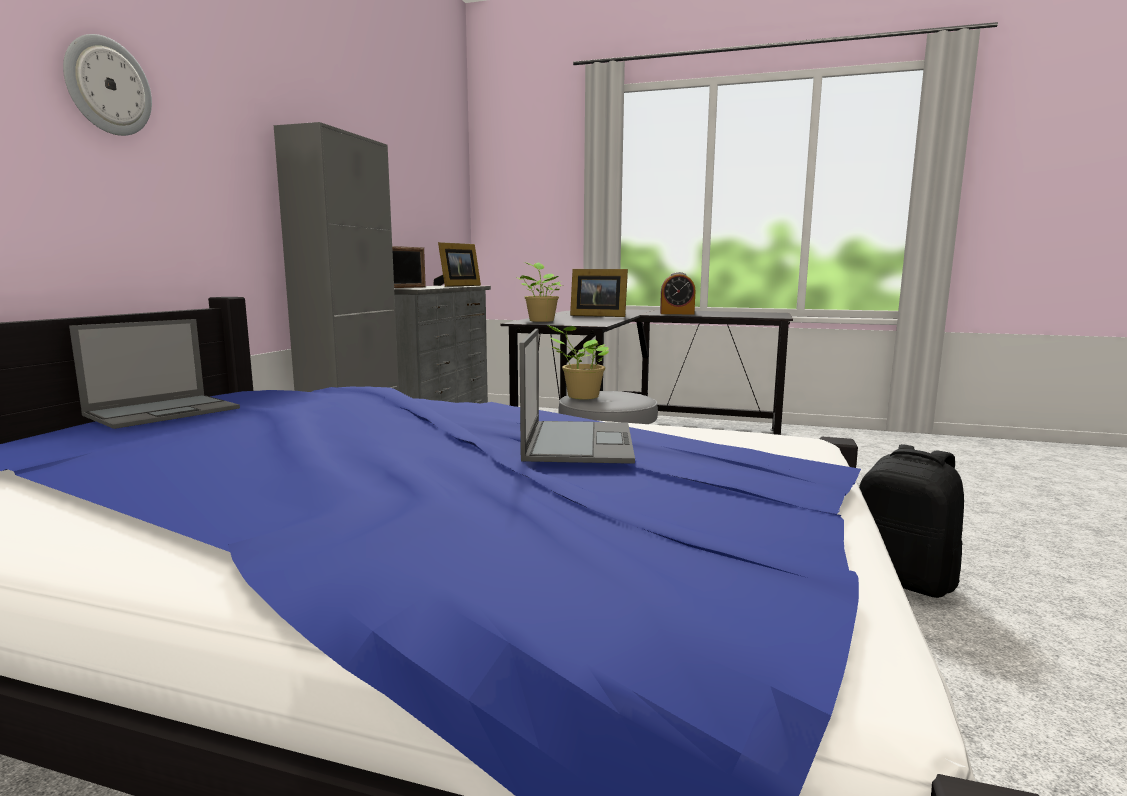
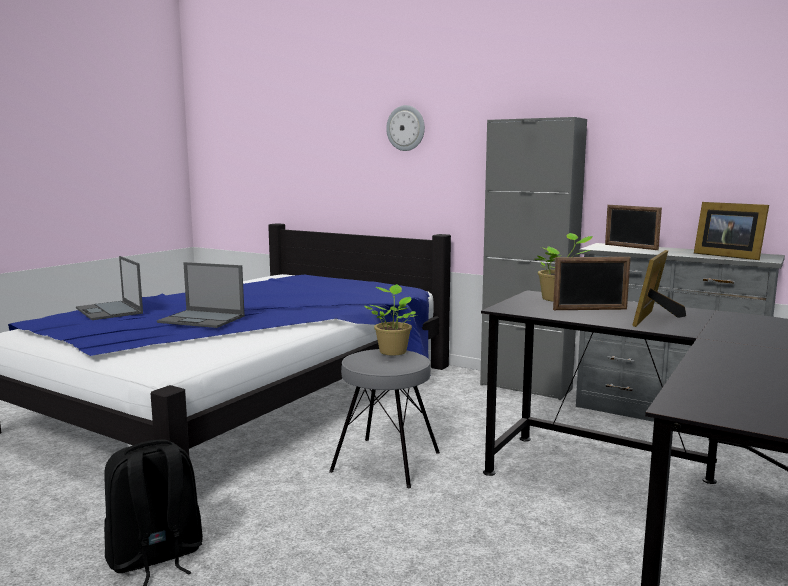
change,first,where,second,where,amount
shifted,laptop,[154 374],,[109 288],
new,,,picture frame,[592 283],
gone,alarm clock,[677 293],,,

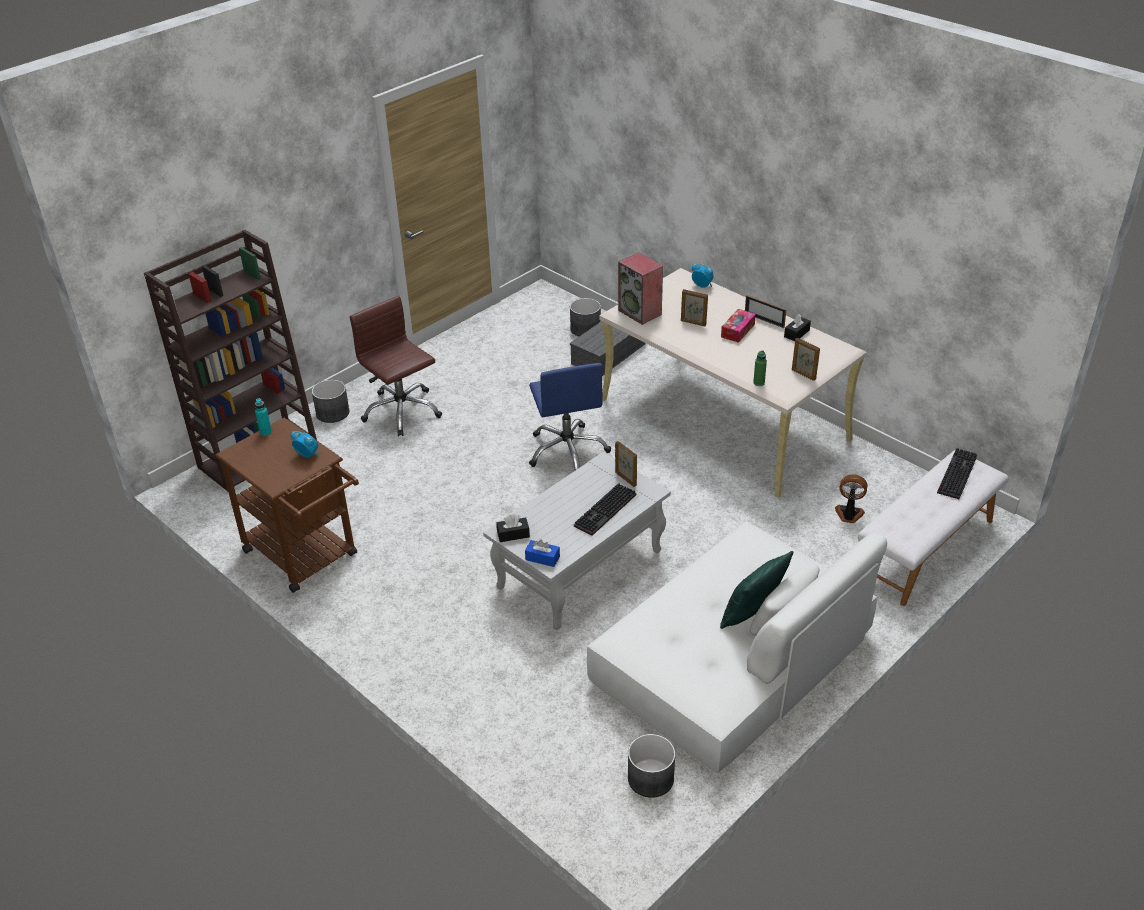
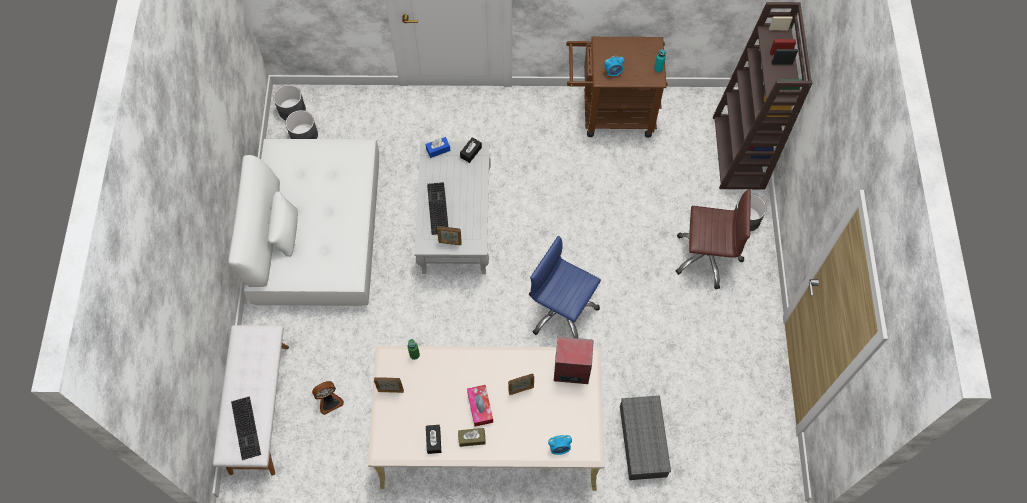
change,first,where,second,where,amount
shifted,planter (grey),[585 317],,[289 102],
swapped,picture frame,[765 311],tissue box (brown),[472 437],
gone,pillow (green),[757 590],,,

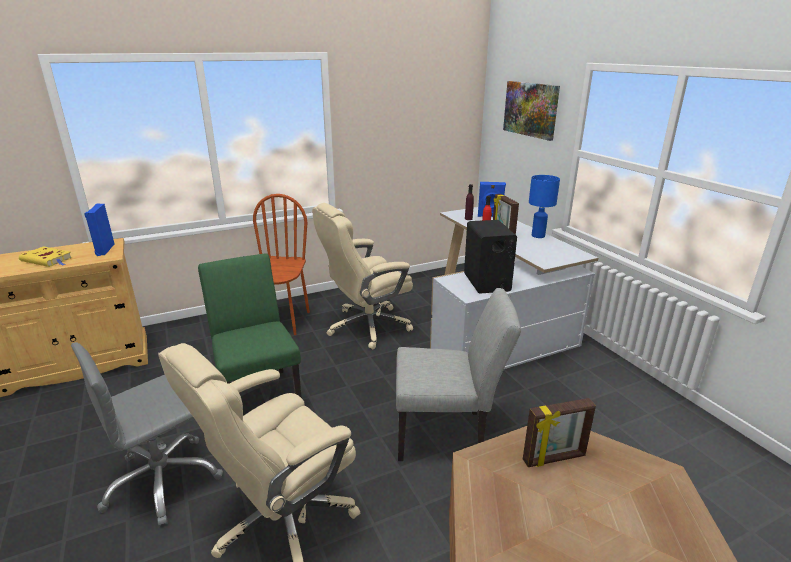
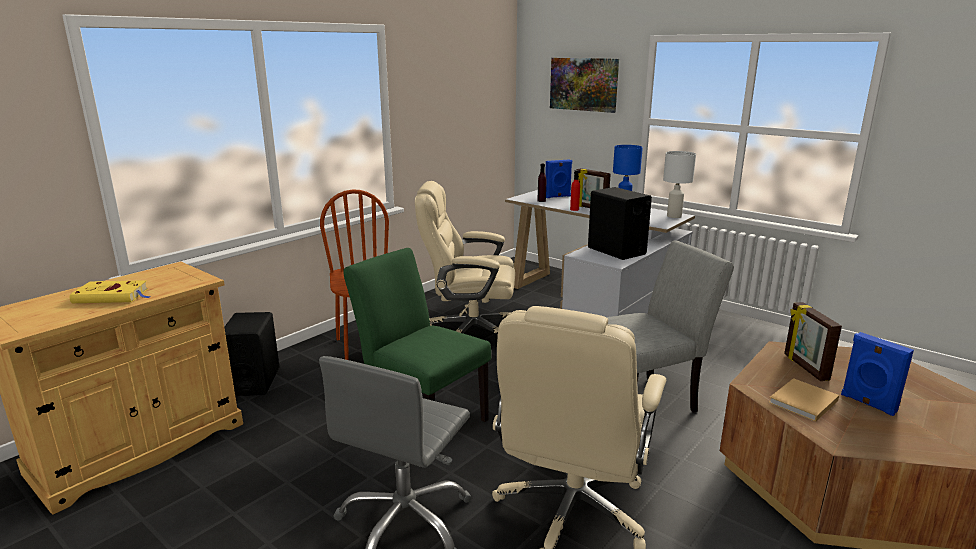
change,first,where,second,where,amount
new,,,speaker (black),[252 354],
rotated,office chair (beige),[362 276],,[465 258],60 degrees clockwise
new,,,table lamp (white),[679 184],
new,,,book (beige),[804 400],
rotated,picture frame,[559 432],,[813 341],120 degrees clockwise
shifted,speaker (blue),[99 229],,[877 374],

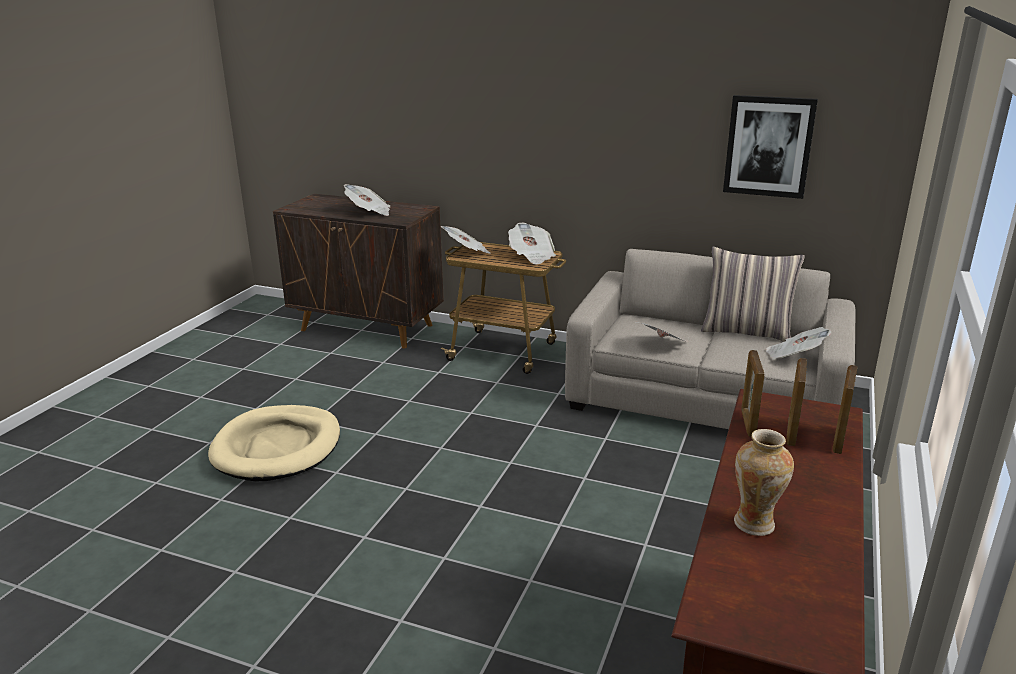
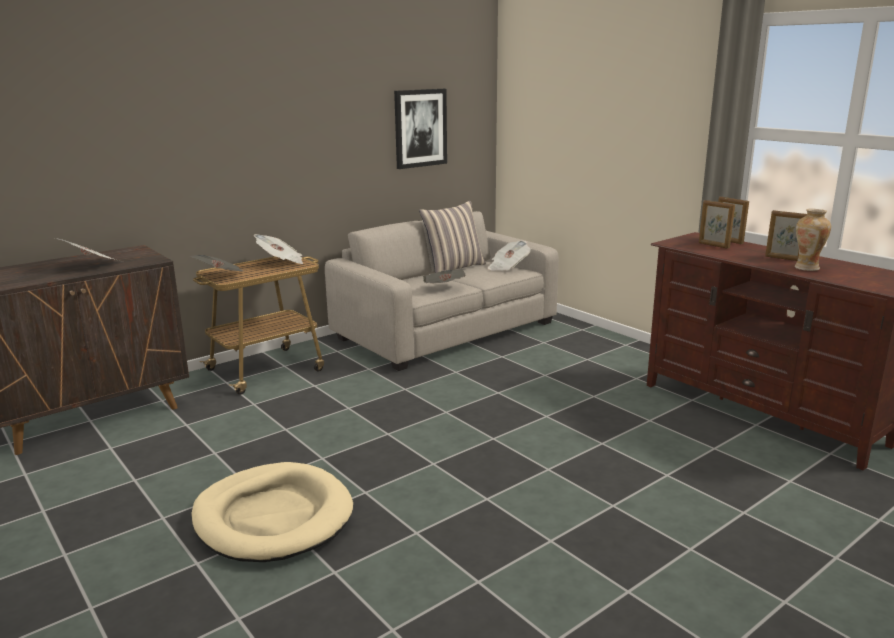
change,first,where,second,where,amount
shifted,picture frame,[752 393],,[786 235],

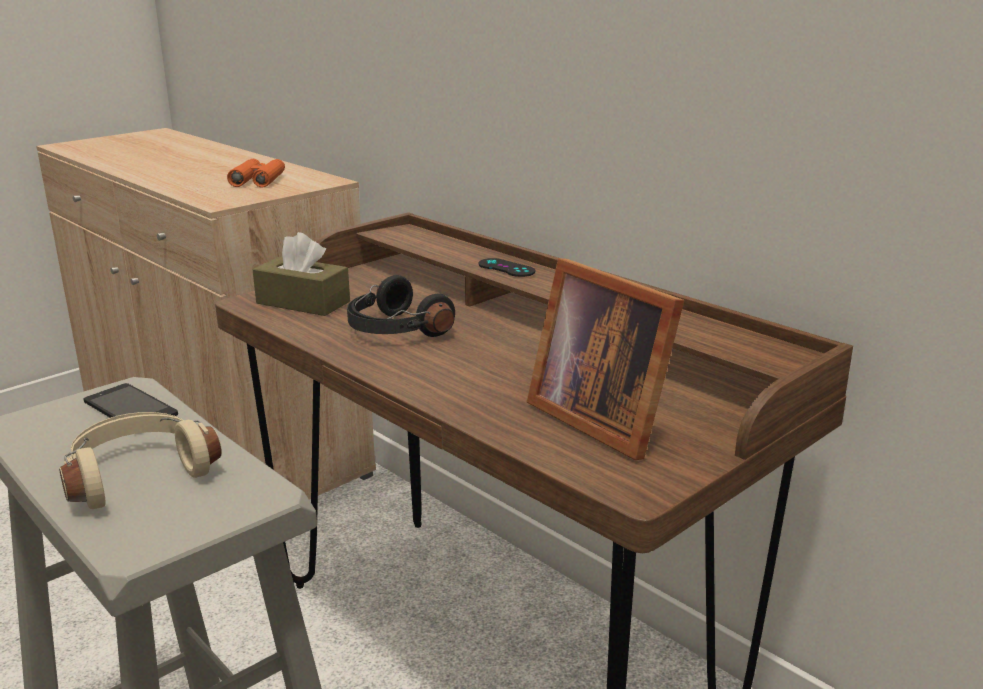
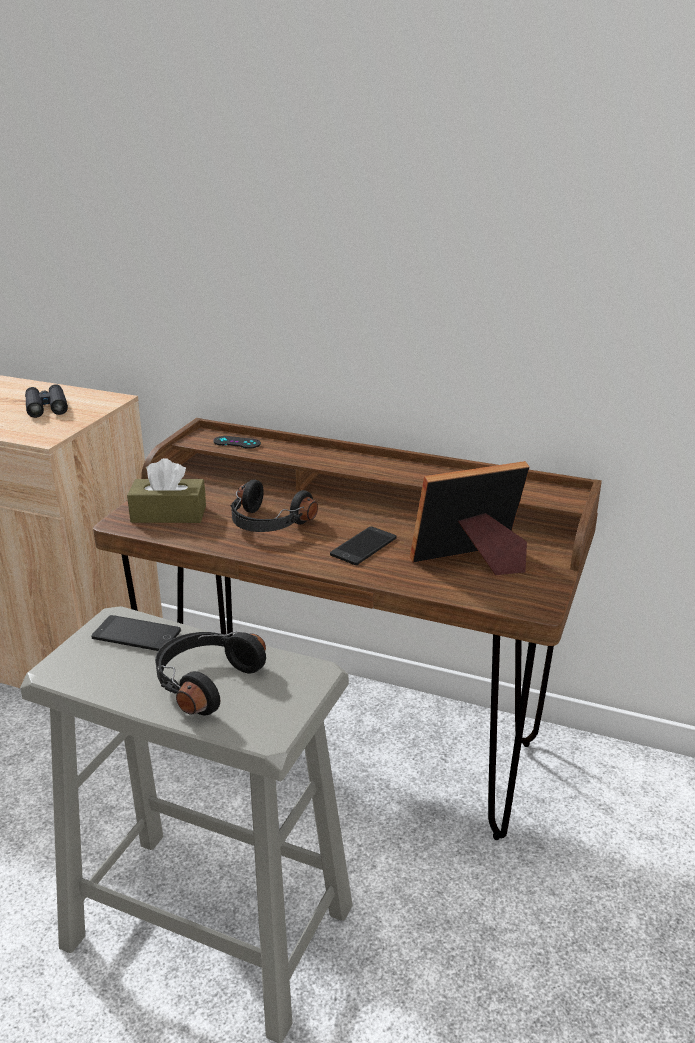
change,first,where,second,where,amount
repainted,binoculars (orange),[256 173],binoculars (black),[46 401],
repainted,headphones (beige),[140 460],headphones (black),[210 673],
shifted,game controller (black),[507 267],,[237 442],
new,,,phone,[363 545],
rotated,picture frame,[605 359],,[469 518],135 degrees clockwise

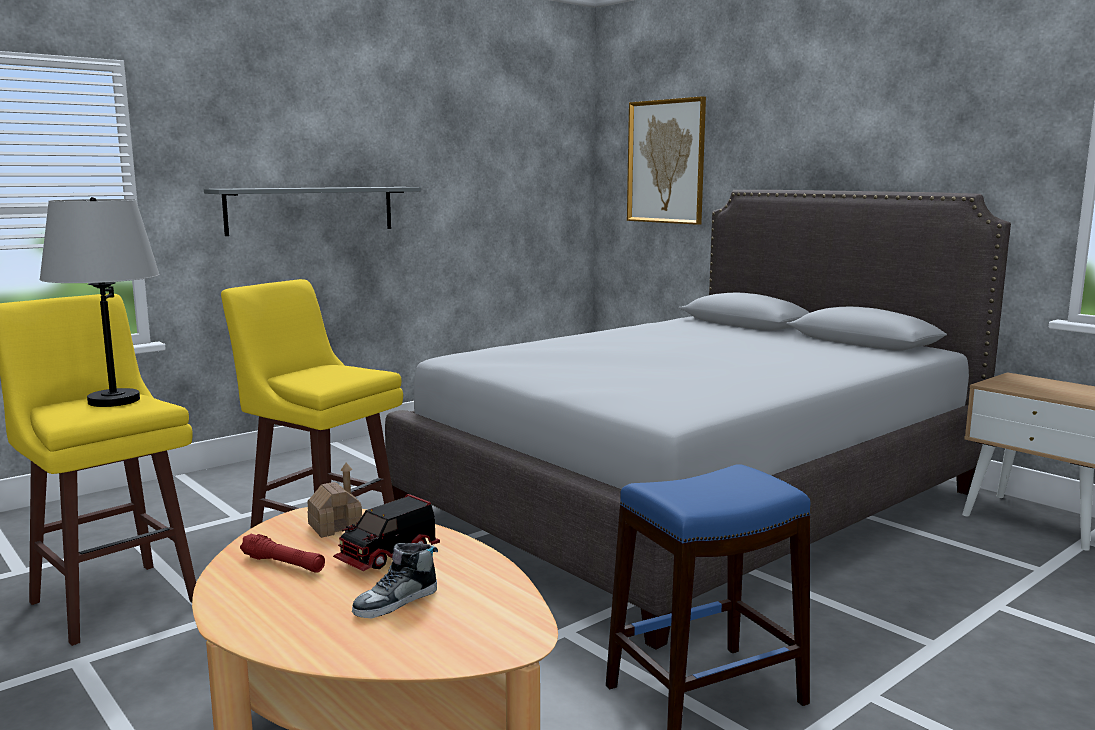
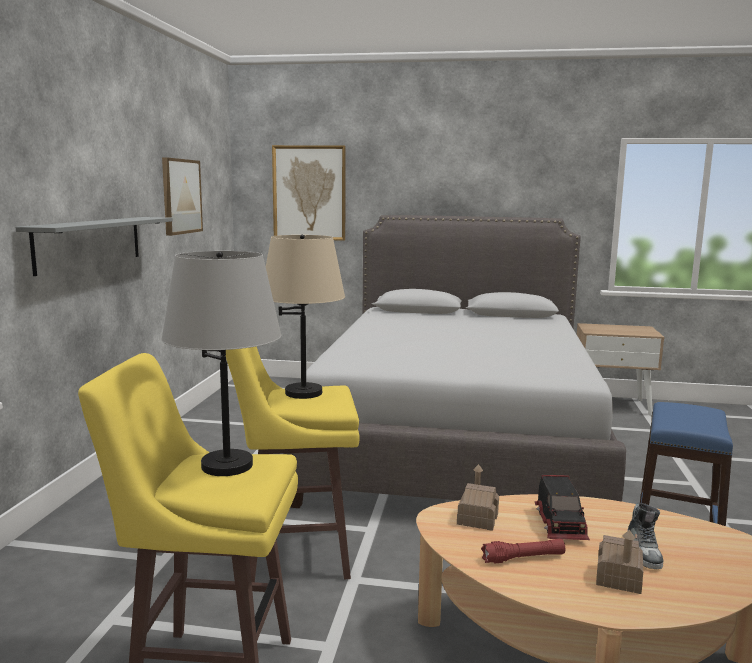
change,first,where,second,where,amount
new,,,picture,[182 196],
new,,,table lamp (beige),[305 317],
new,,,toy house,[619 562],

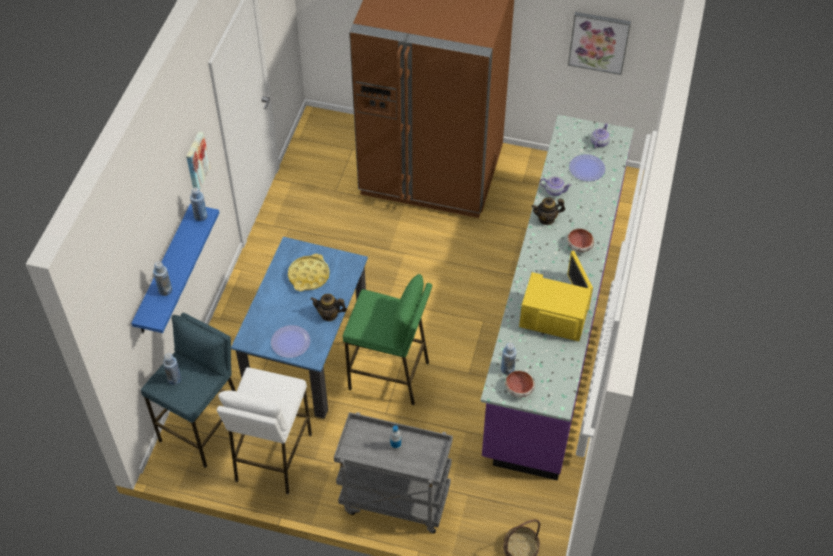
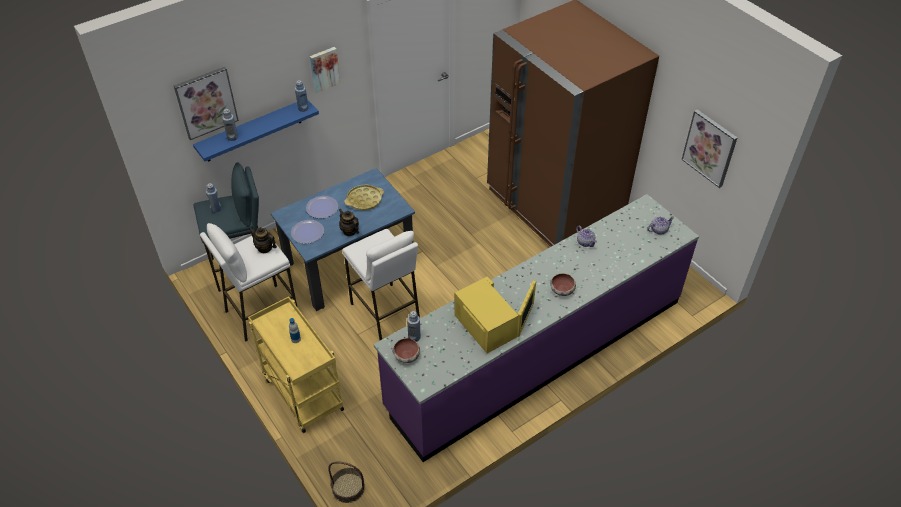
change,first,where,second,where,amount
new,,,picture,[206 103],
repainted,cart (grey),[393 473],cart (yellow),[296 364],
shifted,teapot,[548 211],,[263 240],
shifted,plate,[587 167],,[322 207],
repainted,stool (green),[387 339],stool (white),[381 284],

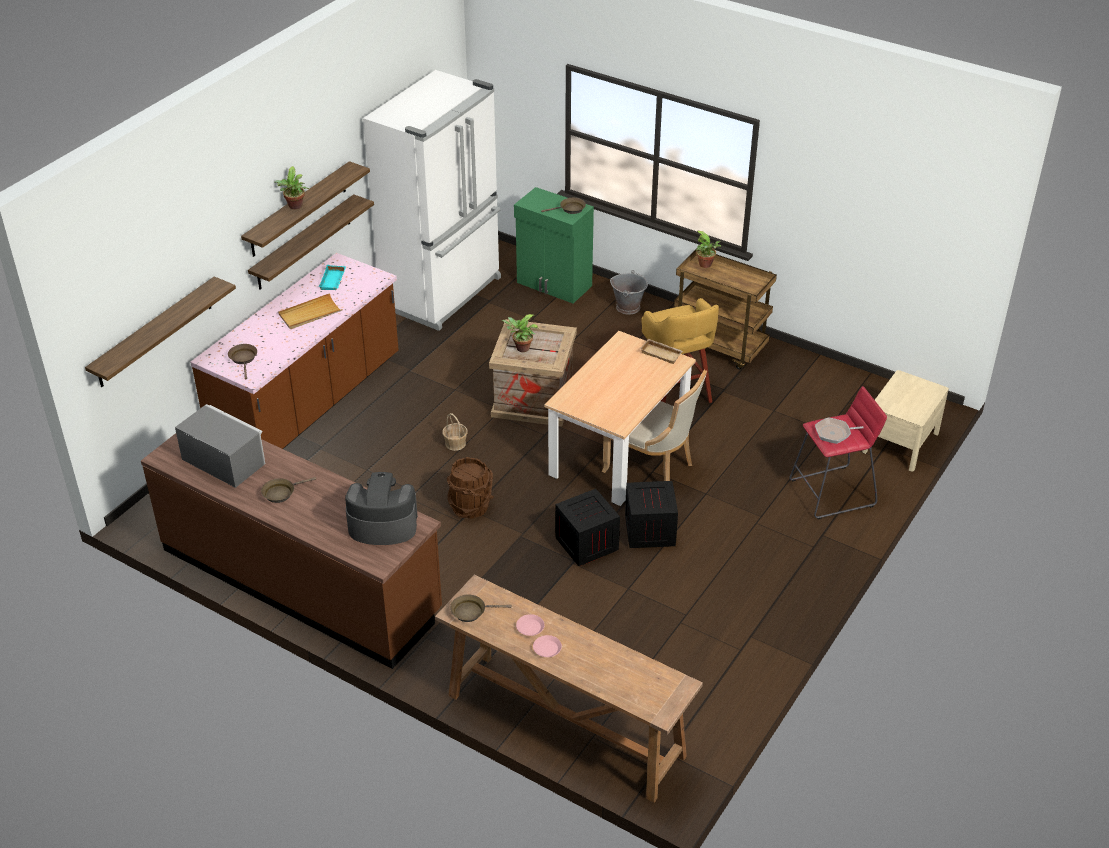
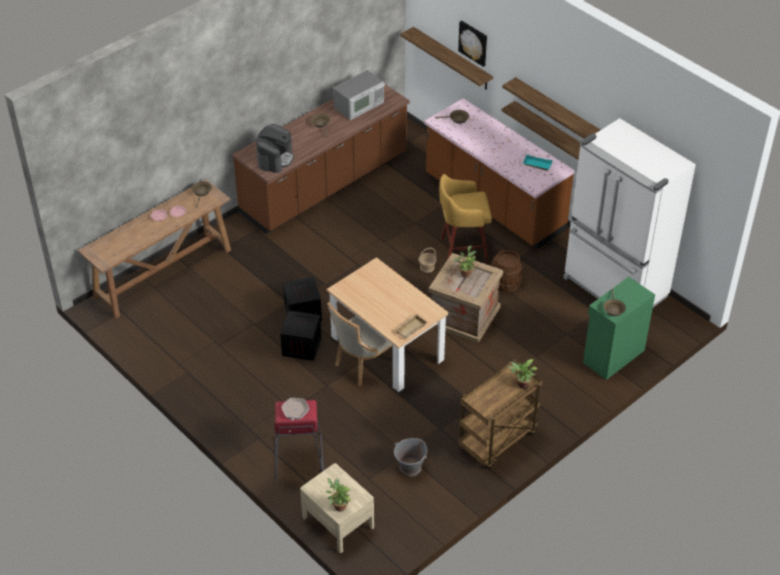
change,first,where,second,where,amount
shifted,potted plant,[291 187],,[338 495],
shifted,bucket (grey),[629 292],,[410 457],
shifted,stool (yellow),[680 350],,[465 219],
new,,,picture,[472 44],
shifted,bucket (brown),[470 488],,[507 271],
gone,tray (beige),[310 311],,,

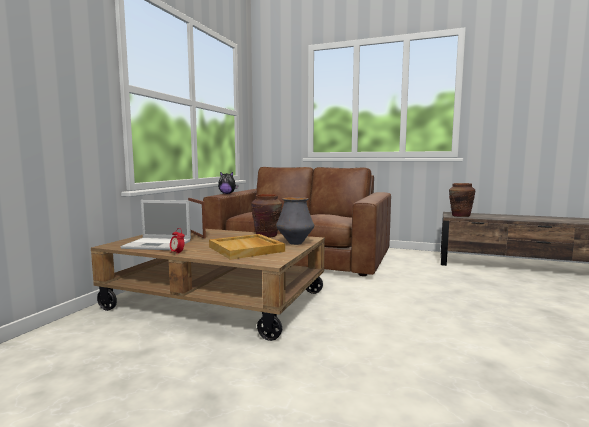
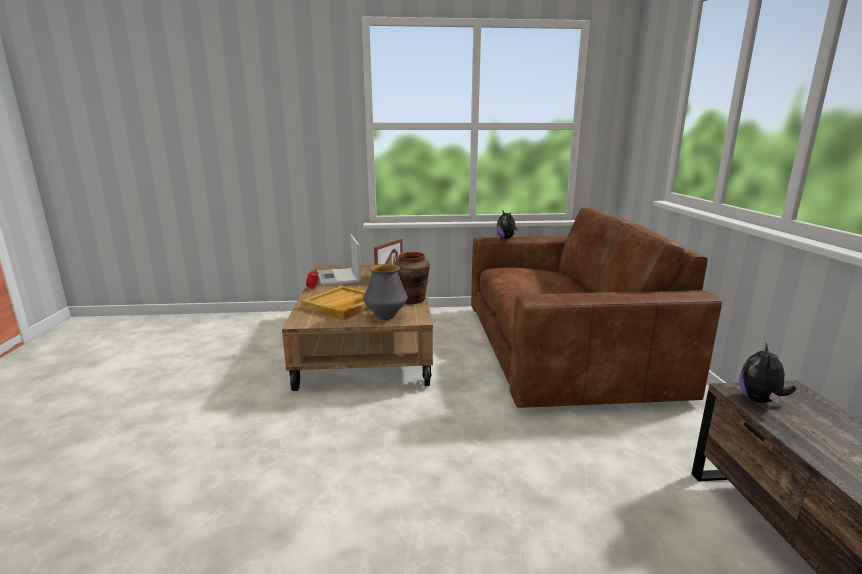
change,first,where,second,where,amount
swapped,vase (brown),[462 200],plush toy,[767 373],

